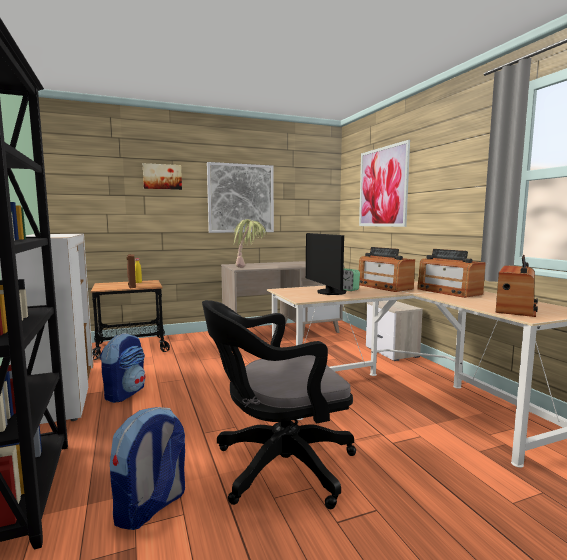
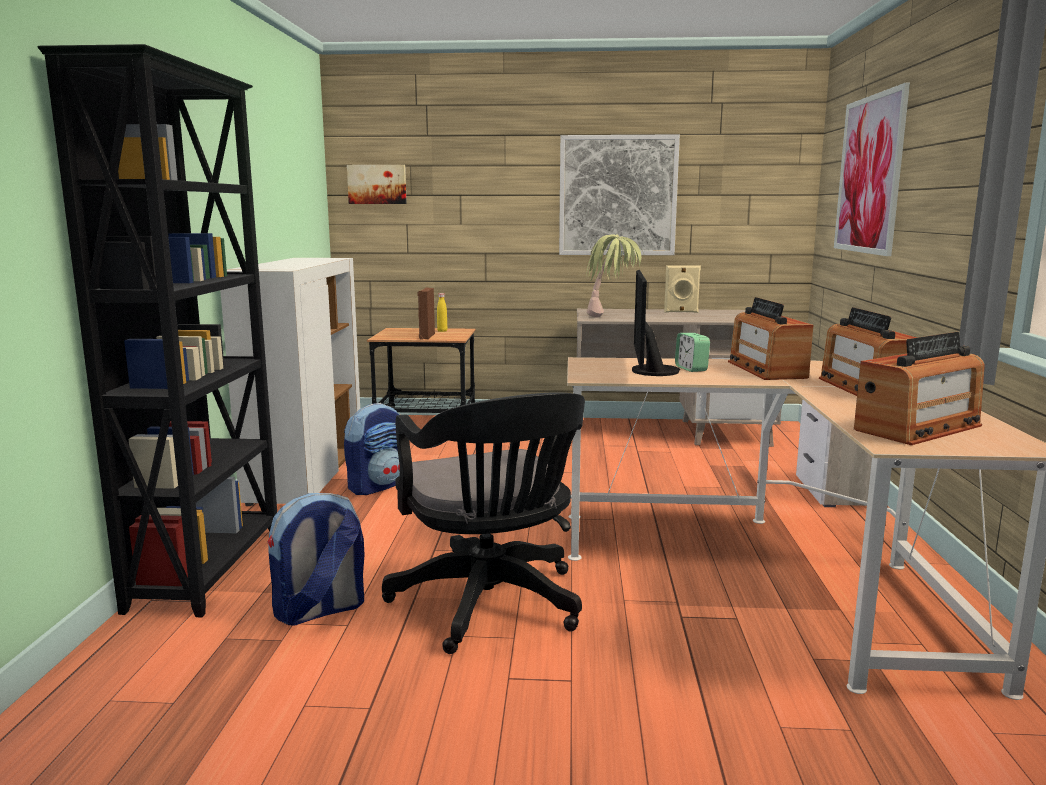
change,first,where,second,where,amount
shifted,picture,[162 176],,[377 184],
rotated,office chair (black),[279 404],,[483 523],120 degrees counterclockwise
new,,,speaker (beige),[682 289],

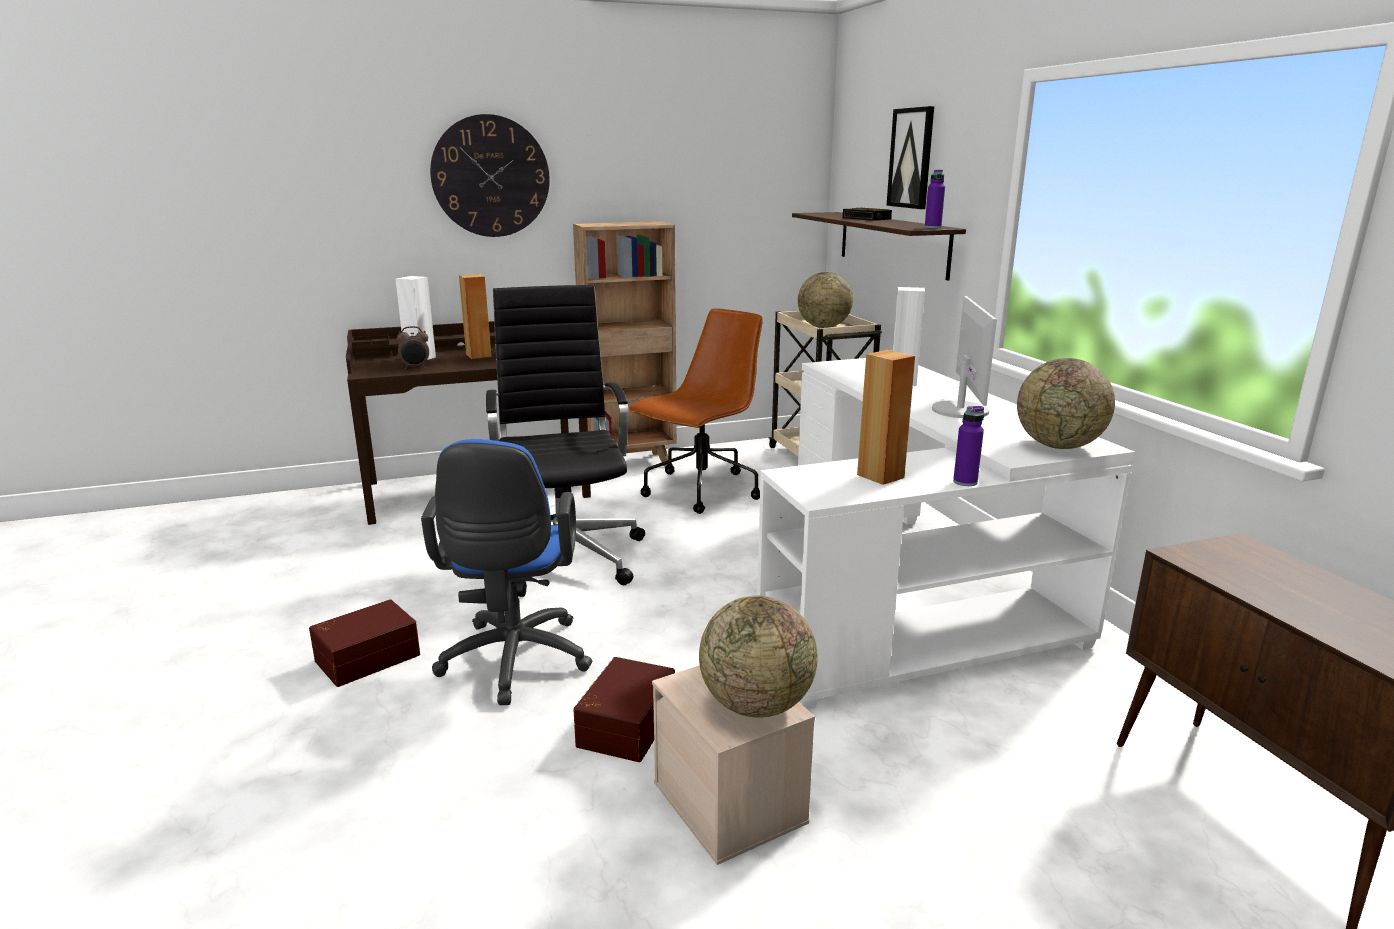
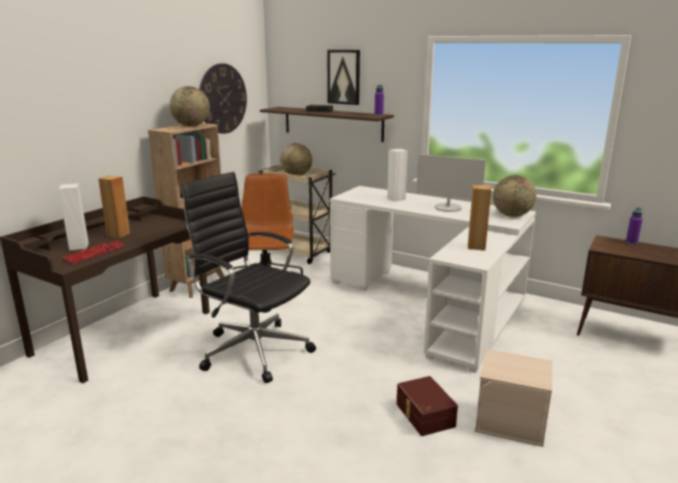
change,first,where,second,where,amount
swapped,alarm clock,[413 347],keyboard,[94 253],
shifted,globe,[758 657],,[190 106],
shifted,wall clock,[490 175],,[223 98],
rotated,monitor,[964 357],,[451 183],150 degrees clockwise
shifted,bottle (purple),[968 446],,[634 226],
gone,storage box (brown),[364 643],,,
gone,office chair (blue),[506 572],,,

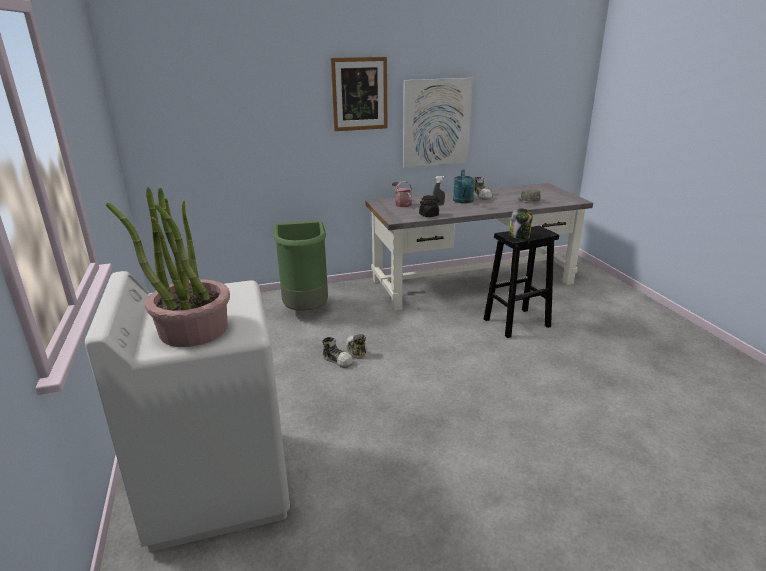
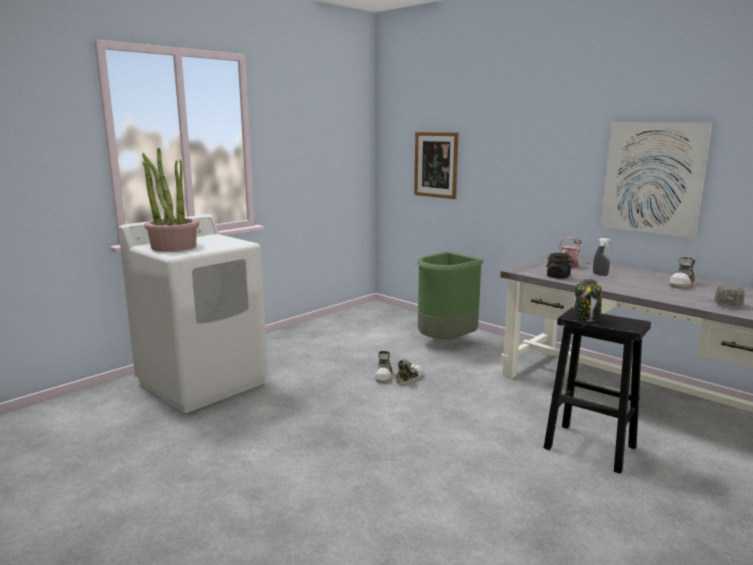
change,first,where,second,where,amount
shifted,picture,[359 94],,[436 165],
gone,watering can (turquoise),[463 186],,,

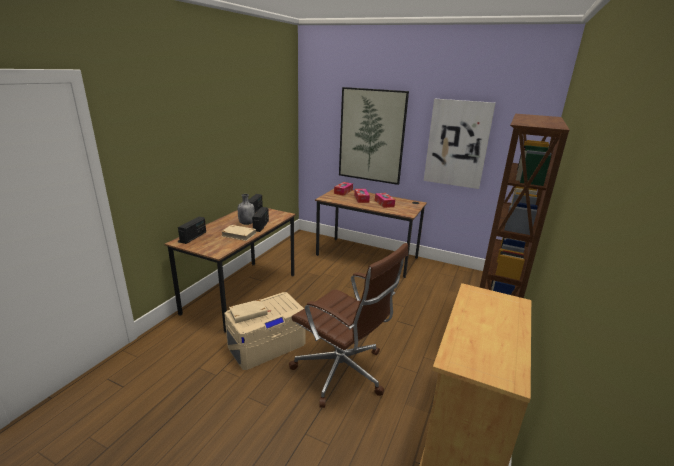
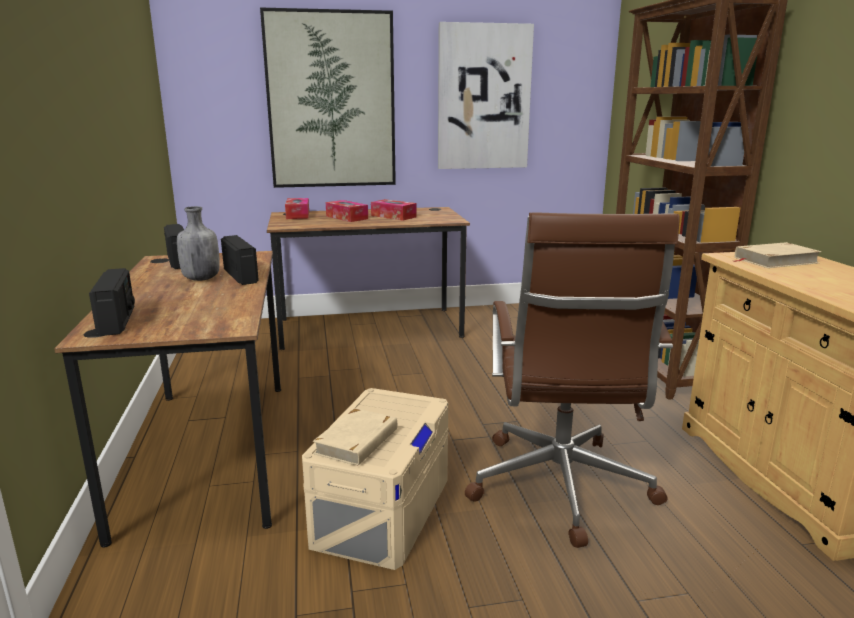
change,first,where,second,where,amount
rotated,office chair (brown),[348 325],,[572 380],90 degrees clockwise
shifted,book (beige),[238 233],,[777 255],

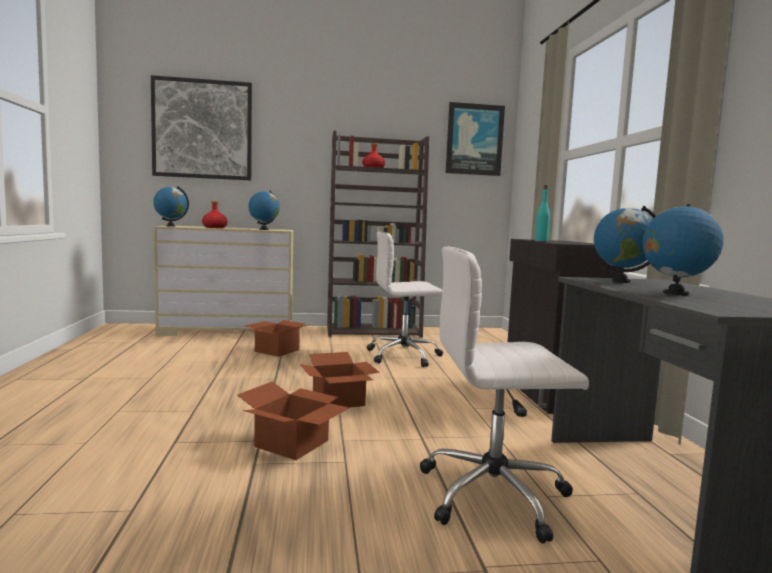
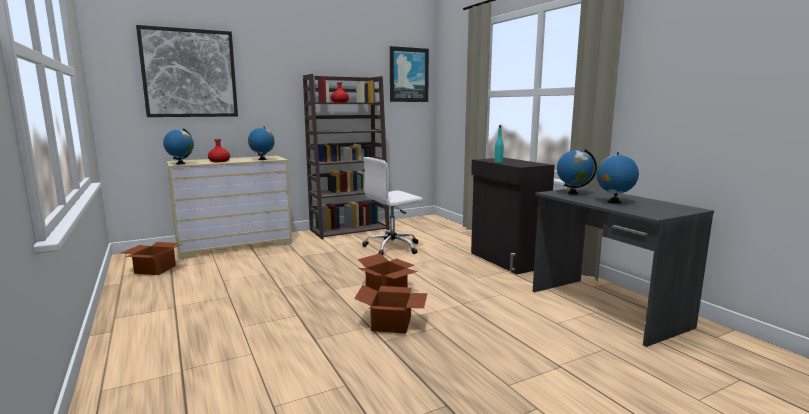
change,first,where,second,where,amount
shifted,cardboard box,[277 338],,[151 258],
gone,office chair (white),[504 395],,,

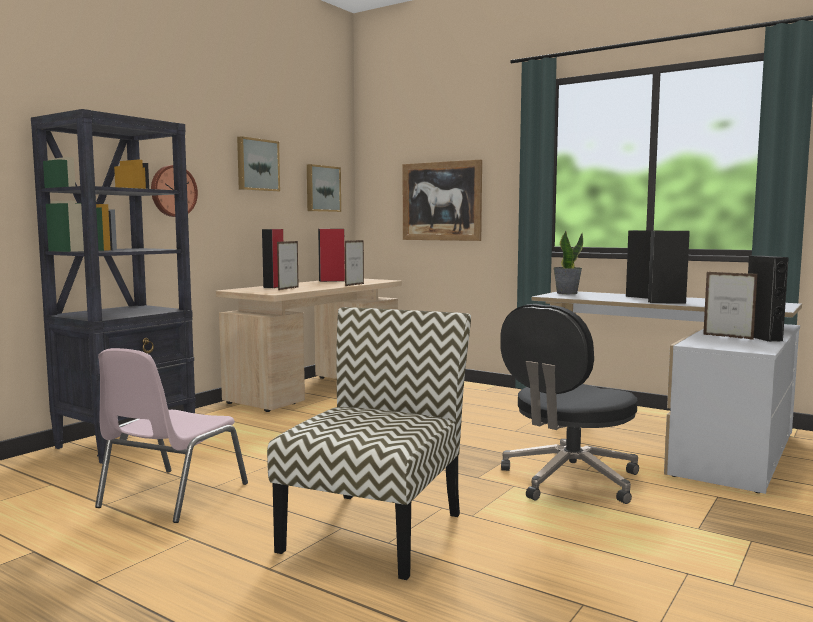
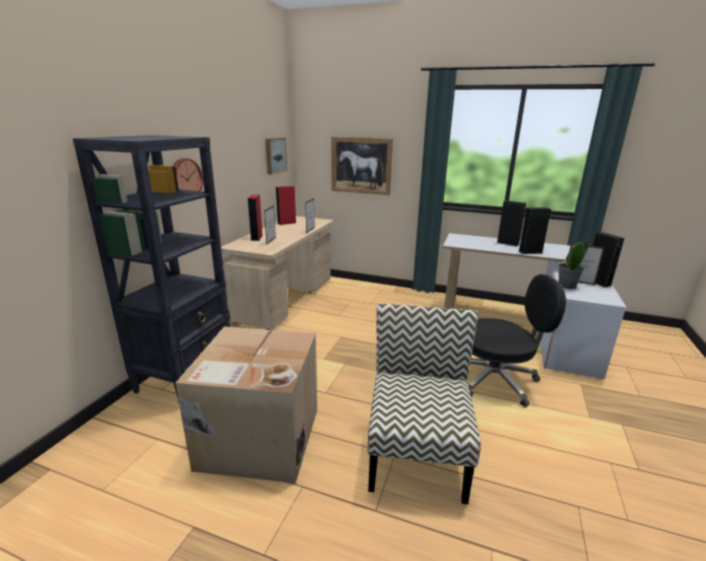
change,first,where,second,where,amount
swapped,chair (pink),[171 435],cardboard box,[246 405],
rotated,office chair (black),[569 404],,[517 341],120 degrees counterclockwise
shifted,potted plant,[568 262],,[574 264],
gone,picture,[258 164],,,

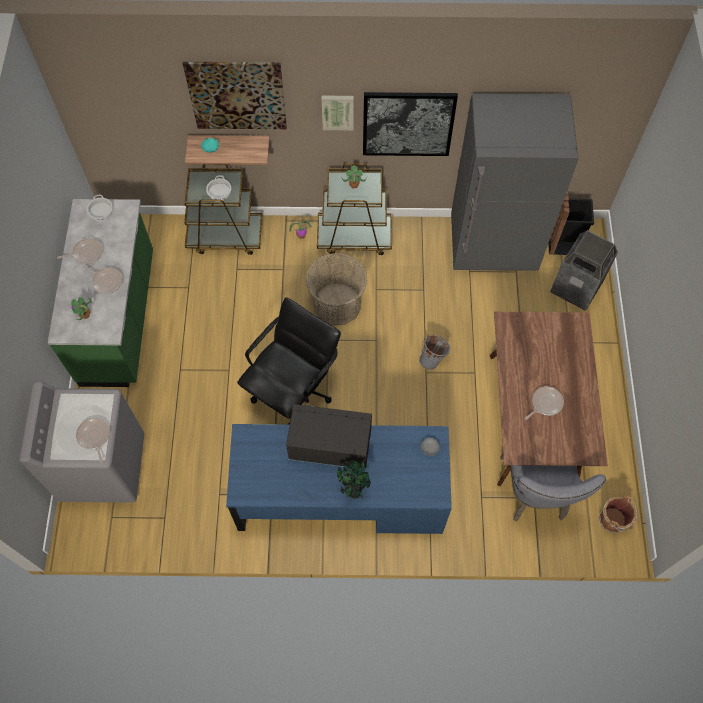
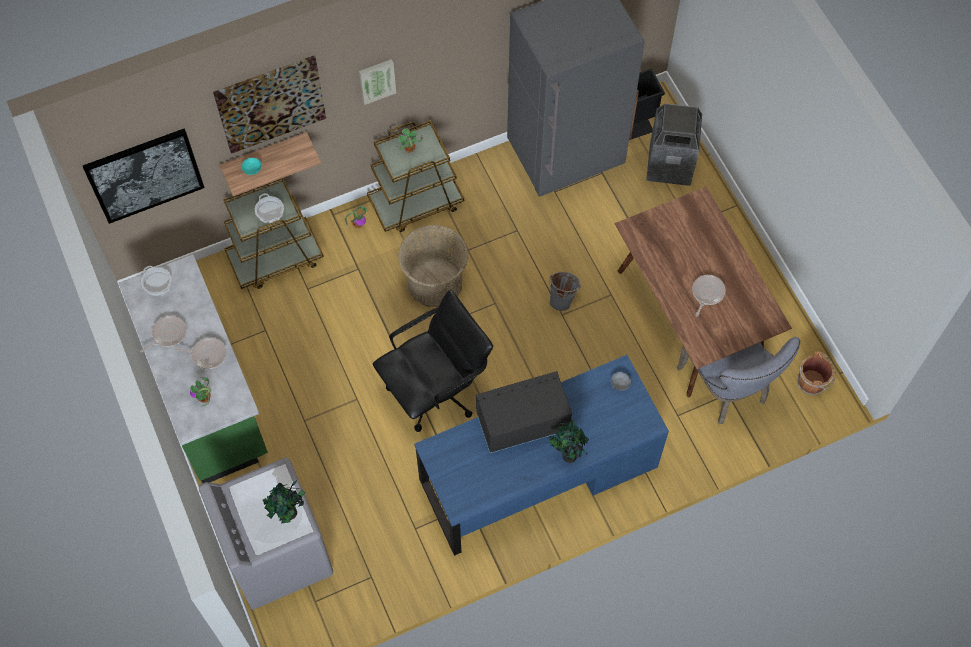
change,first,where,second,where,amount
shifted,picture,[410 124],,[144 176],
swapped,frying pan,[92 440],potted plant,[284 502],
rotated,office chair (black),[289 361],,[433 361],45 degrees clockwise

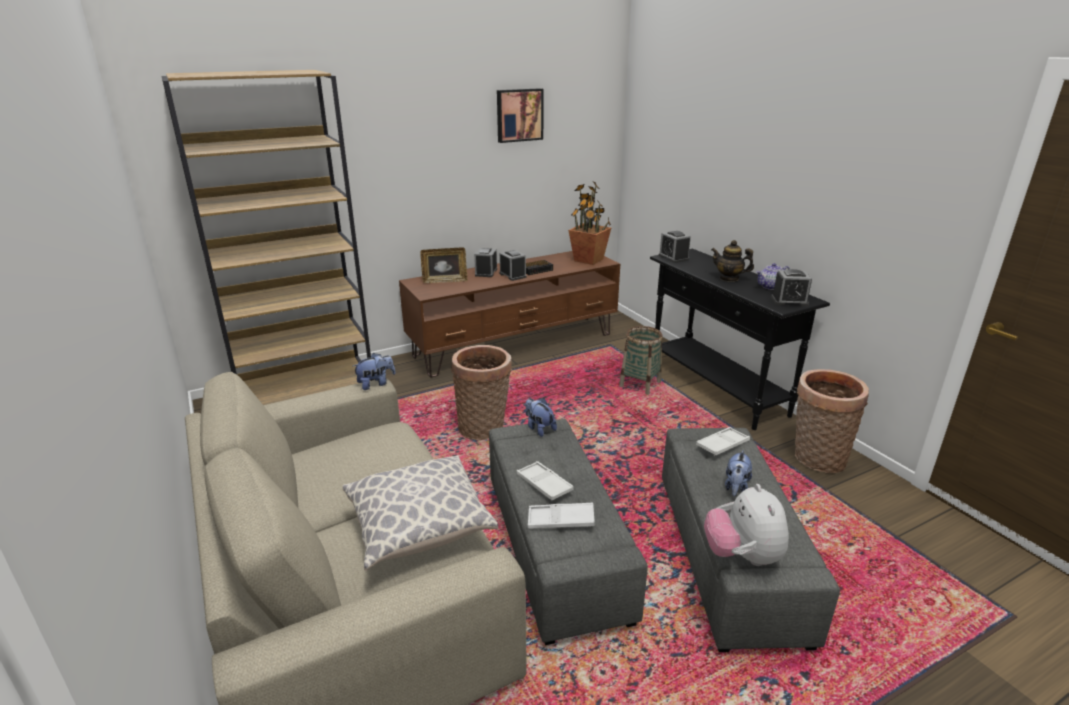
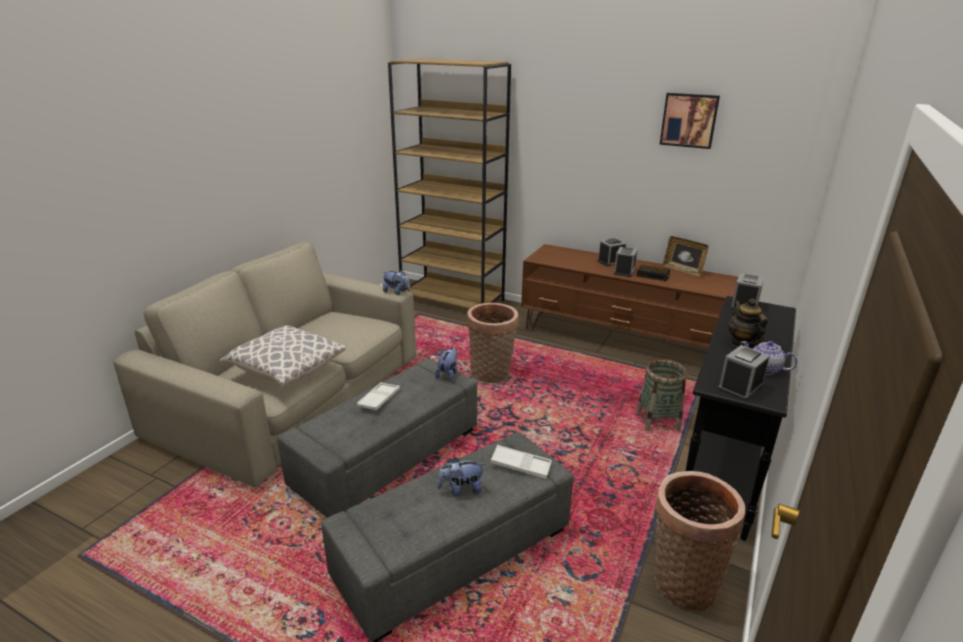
change,first,where,second,where,amount
shifted,picture frame,[443 265],,[685 256],
rotated,alarm clock,[791 287],,[744 373],75 degrees clockwise
gone,tray (white),[561 516],,,
gone,potted plant,[589 223],,,
gone,plush toy,[746 525],,,

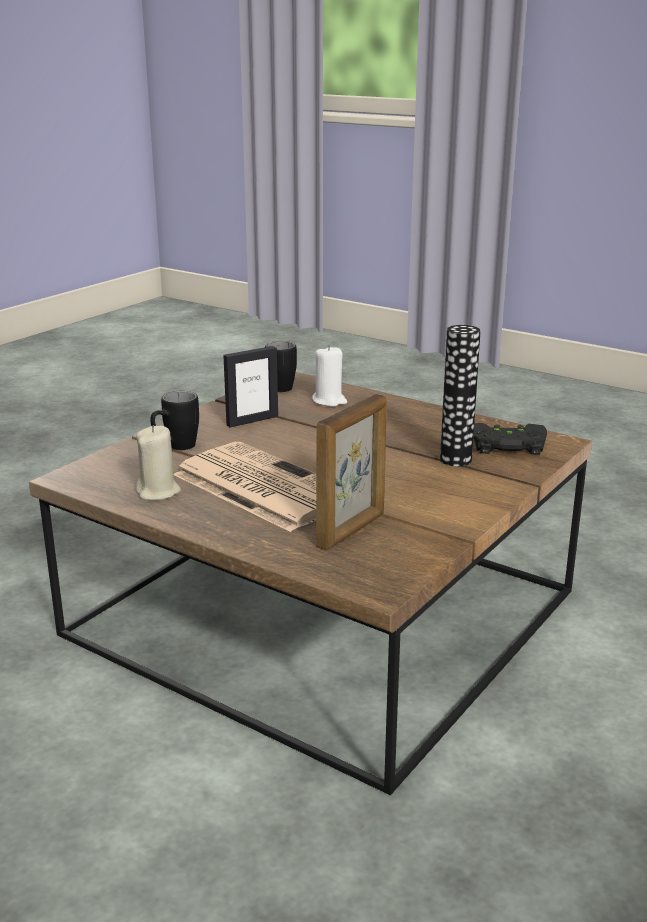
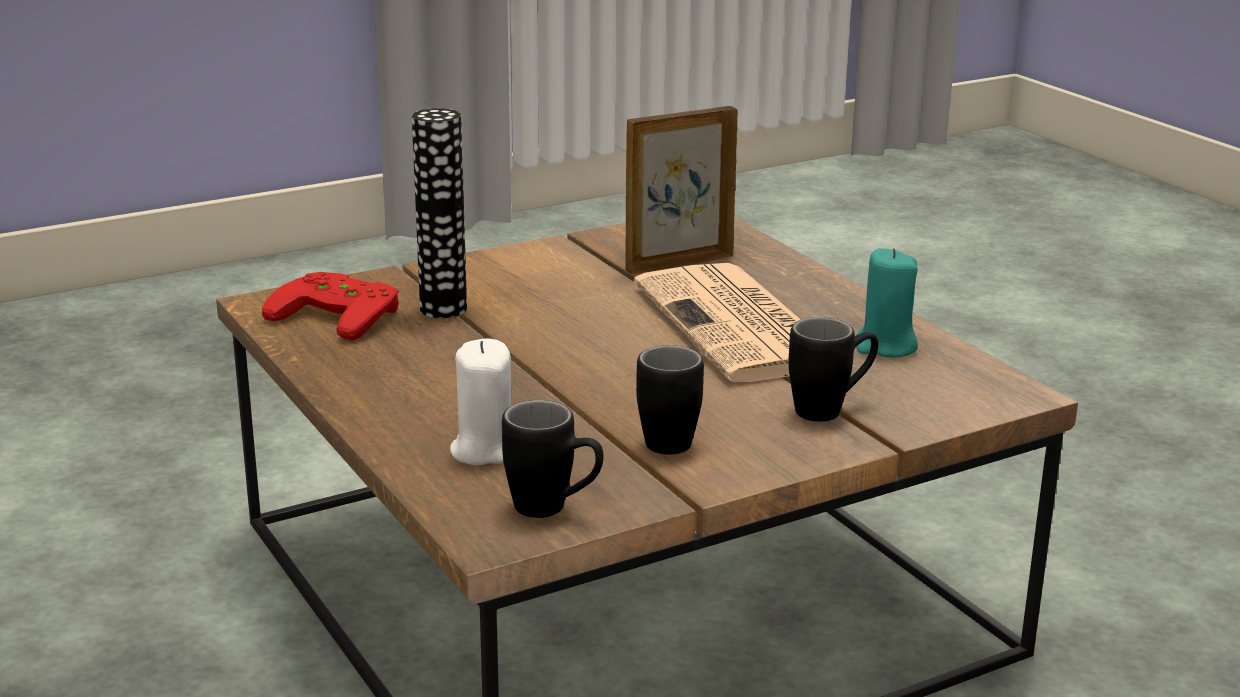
change,first,where,second,where,amount
repainted,game controller (black),[510 438],game controller (red),[330 306],
swapped,picture frame,[250 387],mug (black),[670 400],
repainted,candle (beige),[158 462],candle (turquoise),[887 302],

